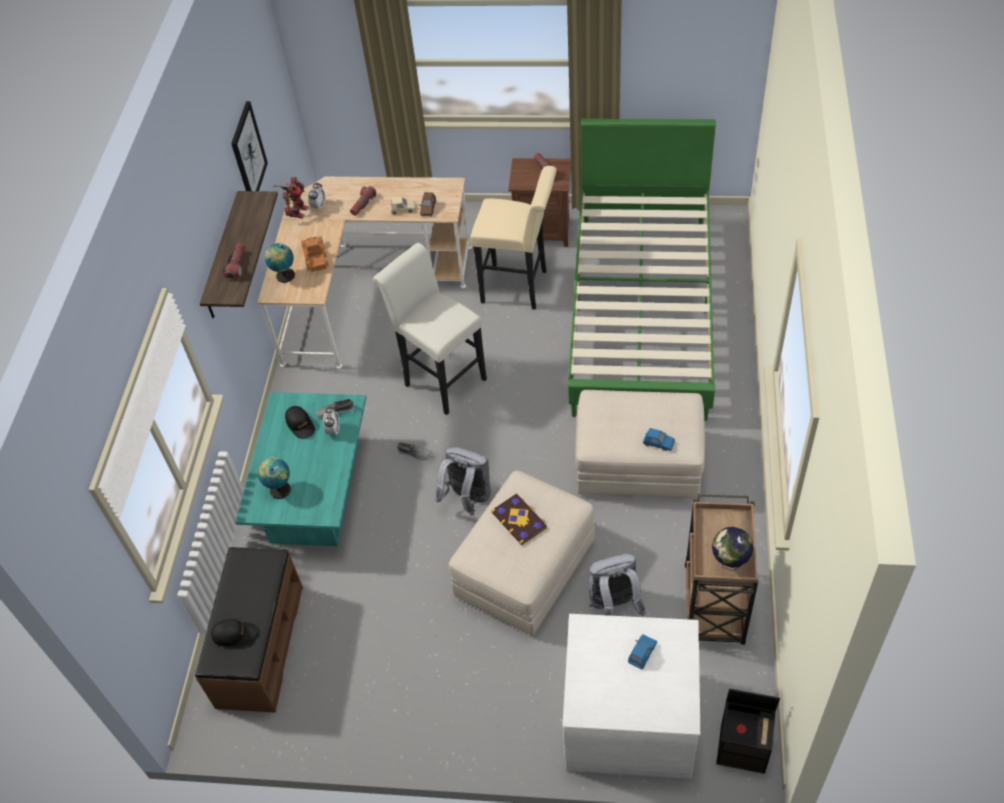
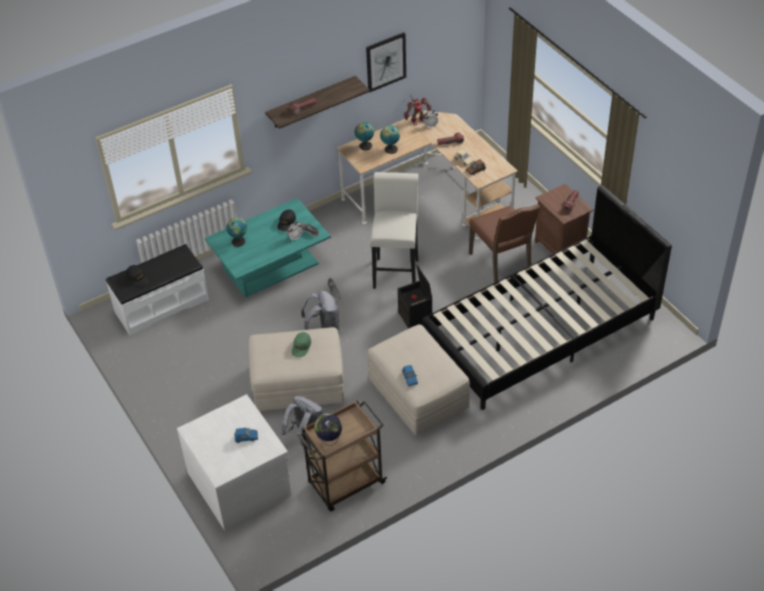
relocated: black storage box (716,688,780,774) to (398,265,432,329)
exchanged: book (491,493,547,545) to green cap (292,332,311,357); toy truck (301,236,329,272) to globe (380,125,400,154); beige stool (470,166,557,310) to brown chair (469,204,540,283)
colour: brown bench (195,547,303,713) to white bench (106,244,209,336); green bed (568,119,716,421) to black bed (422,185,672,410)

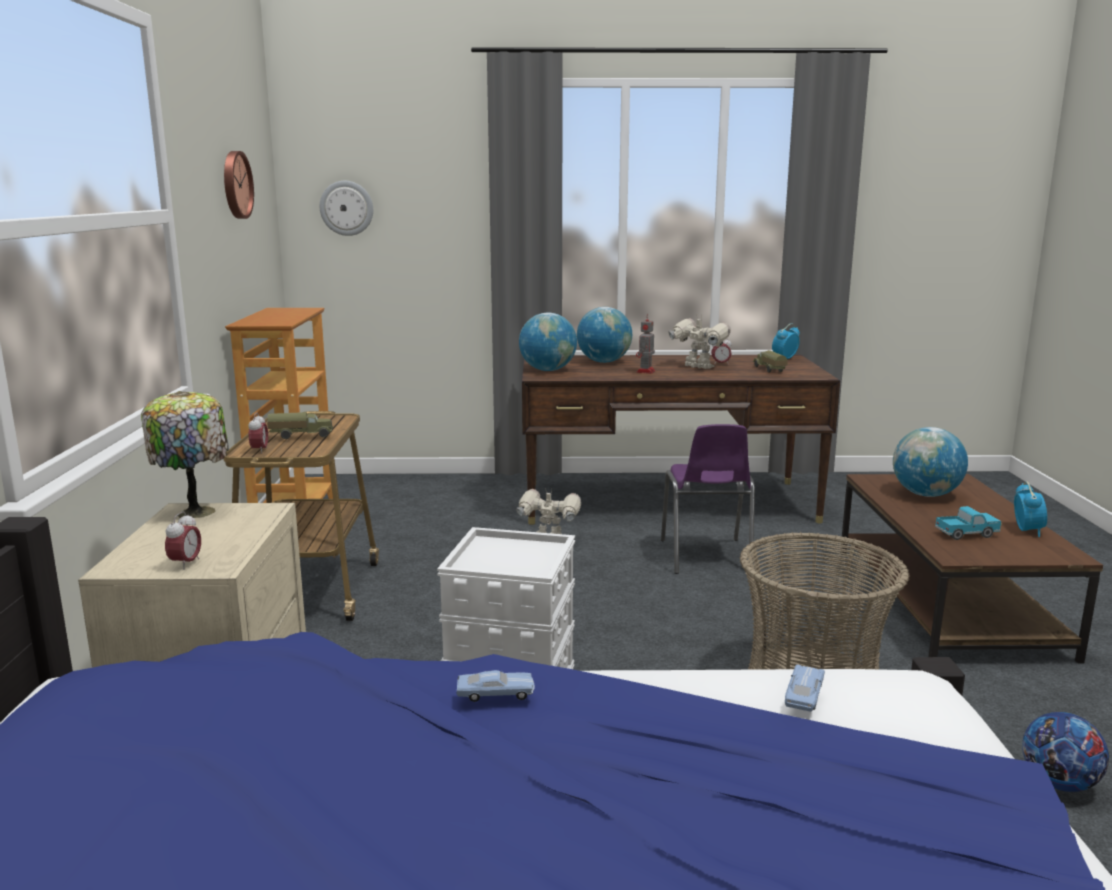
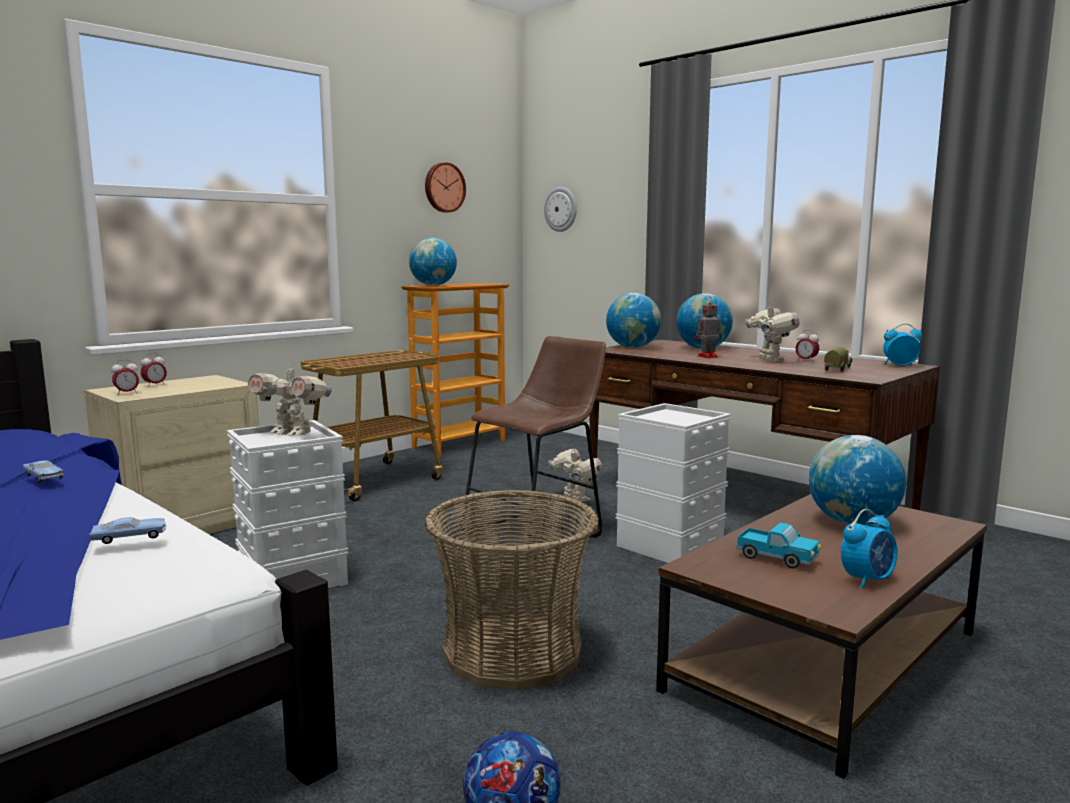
missing: table lamp (141,391,229,518); toy truck (267,412,333,439)
appeared: toy robot (248,361,332,436); globe (409,238,457,286); brown stool (461,336,606,561)
relocated: alarm clock (249,413,268,453) to (140,353,167,387)
exchanged: purple chair (661,424,755,574) to white storage box (616,403,731,563)

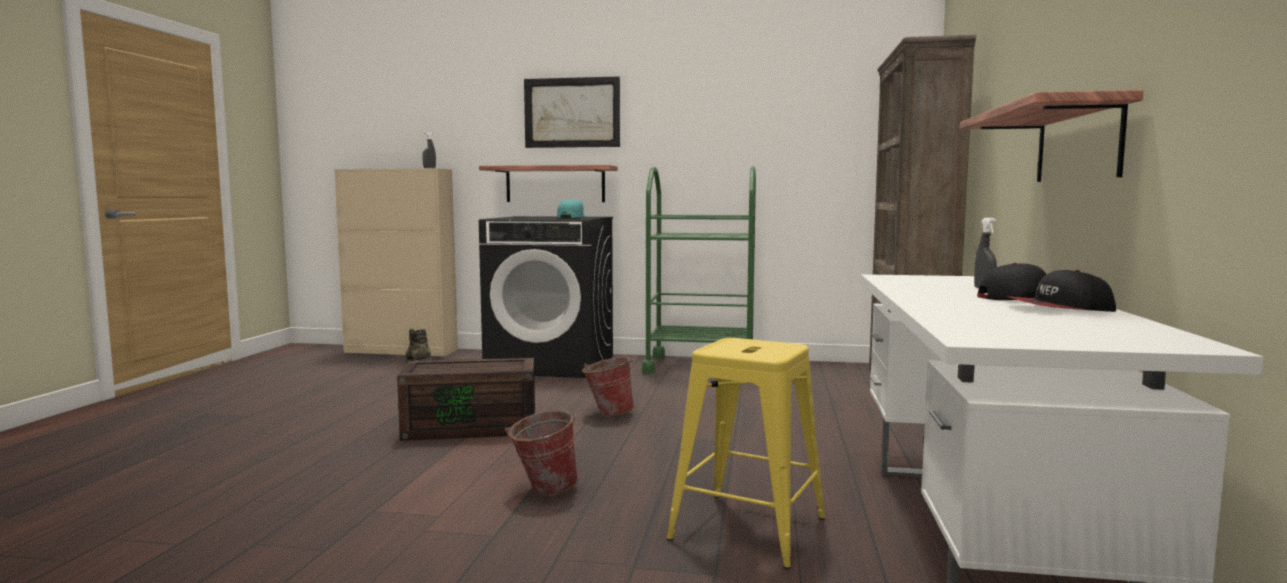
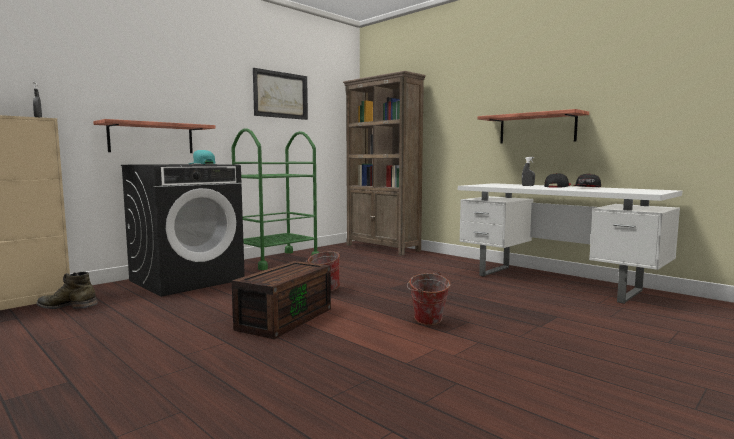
missing: yellow stool (667,338,825,569)
relocated: picture (524,77,620,148) to (253,68,308,120)

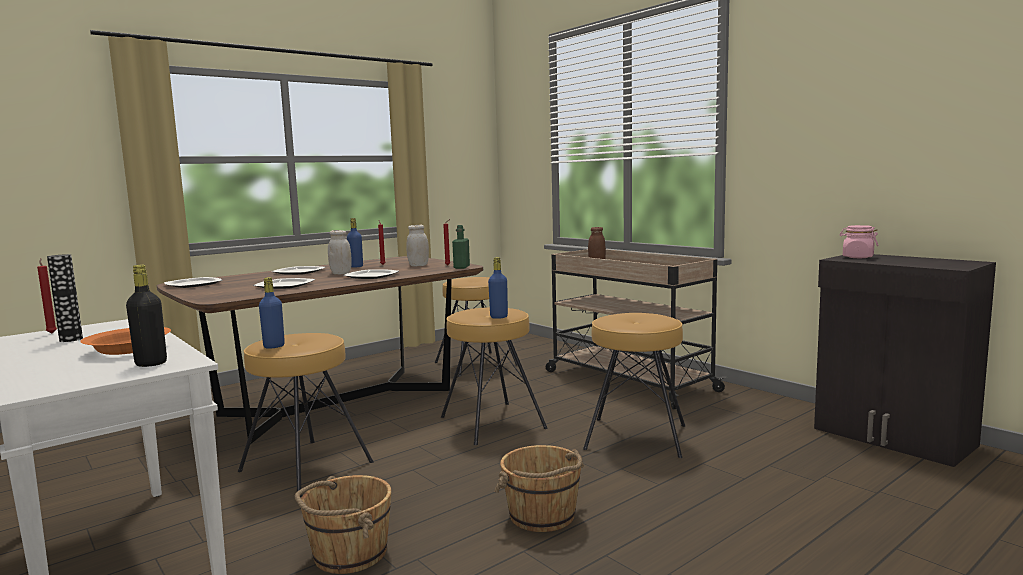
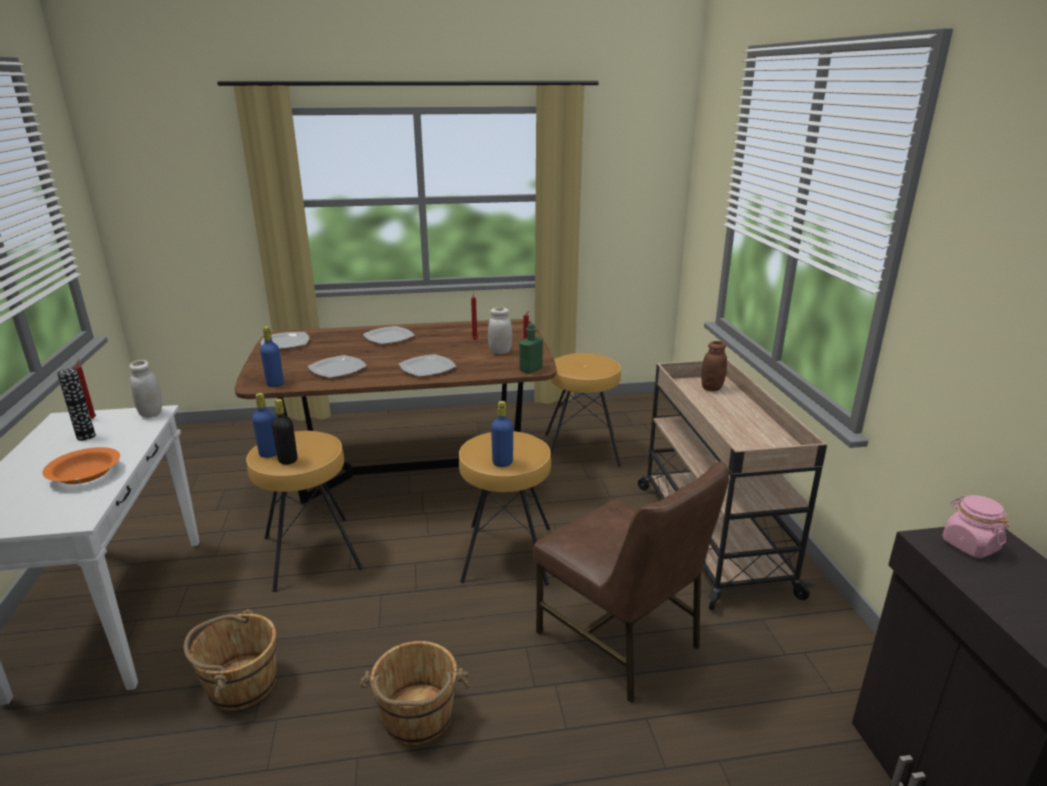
relocated: white jar (328,230,352,275) to (129,360,162,418); blue bottle (347,218,363,267) to (260,326,284,387); black bottle (126,265,167,367) to (272,399,297,465)
exchanged: brown stool (583,313,685,458) to brown chair (533,461,729,703)

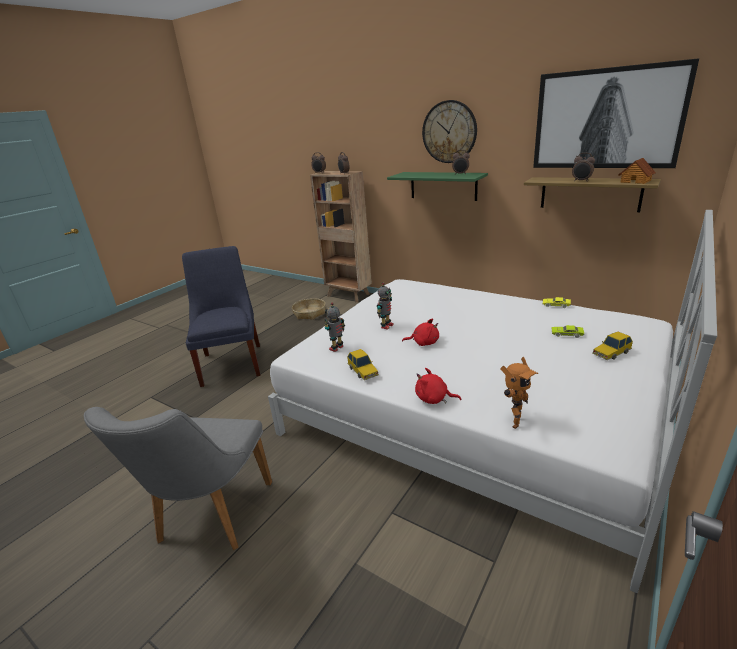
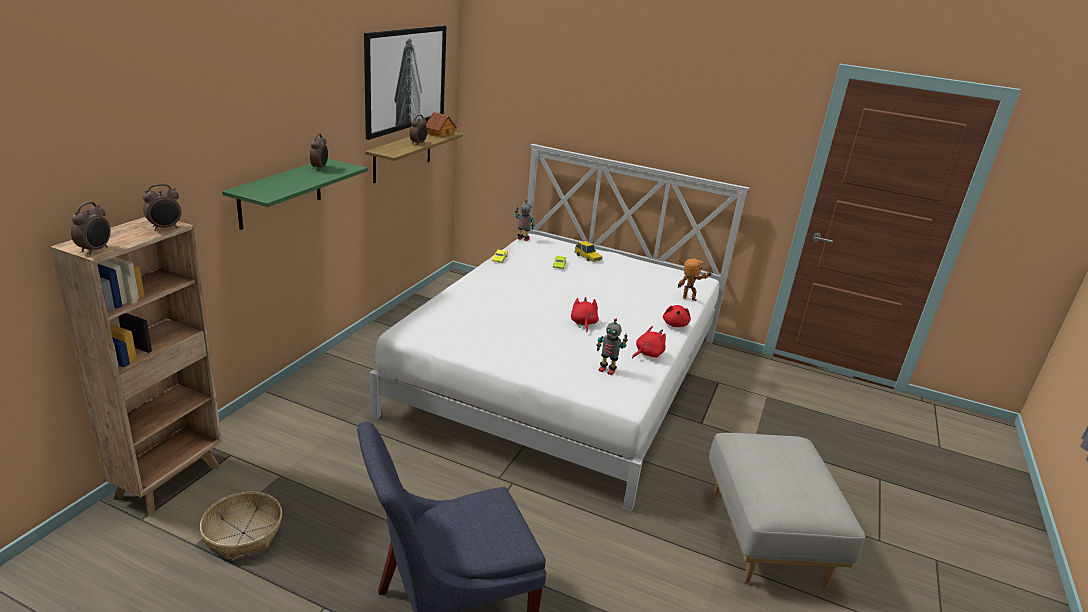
missing: wall clock (422,100,477,163)
relocated: toy robot (377,282,394,330) to (515,200,535,241)
exchanged: toy car (347,349,379,380) to red plush toy (632,326,666,359); grey chair (84,407,272,550) to grey ottoman (709,433,865,587)

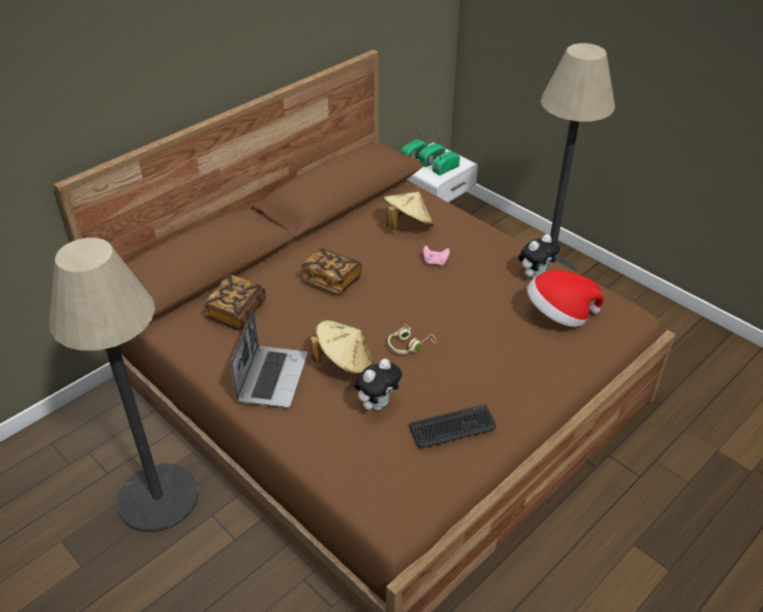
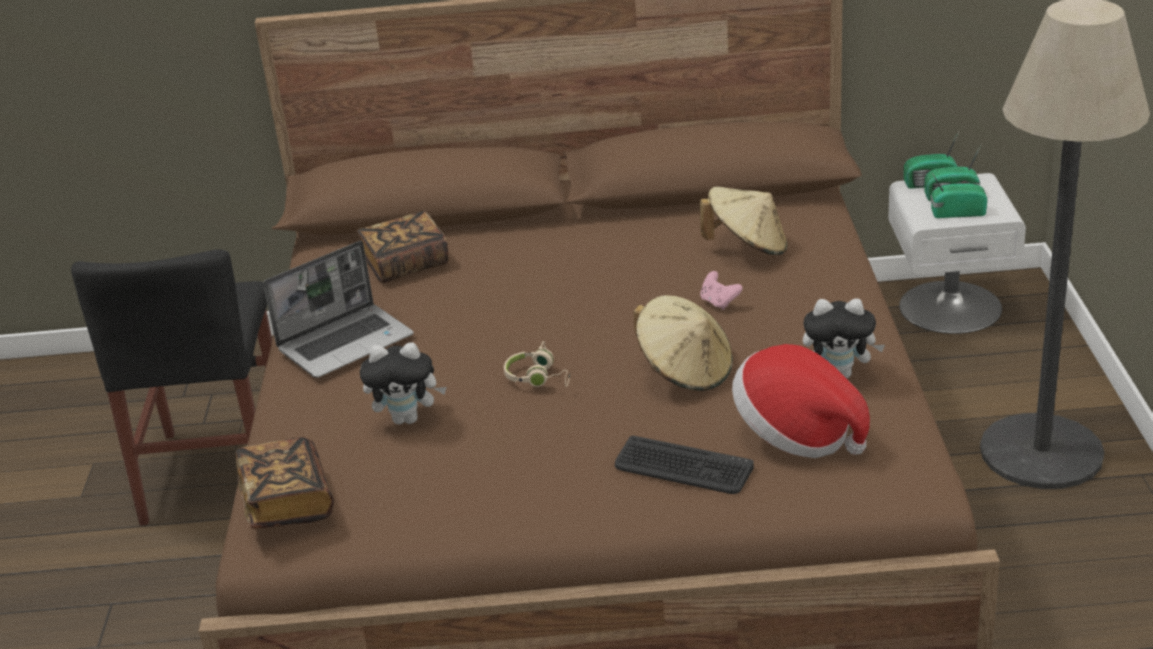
relocated: book (301,248,362,294) to (236,437,334,529); keyboard (410,404,496,448) to (615,436,754,494); beige hat (310,320,373,375) to (633,295,733,391)
exchanged: floor lamp (49,238,199,532) to black chair (71,249,272,526)

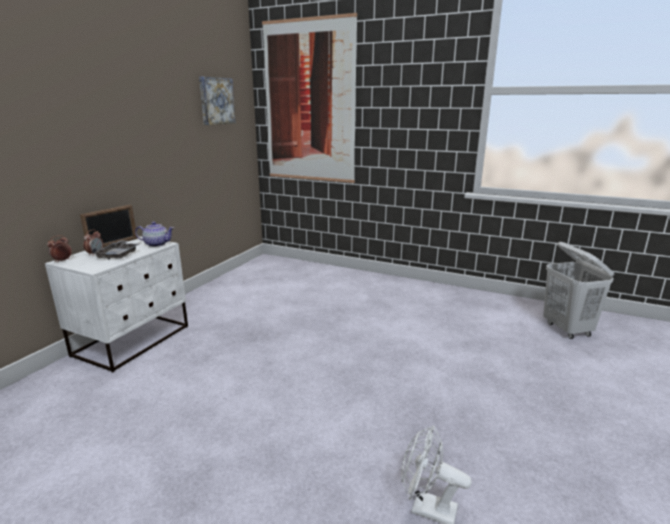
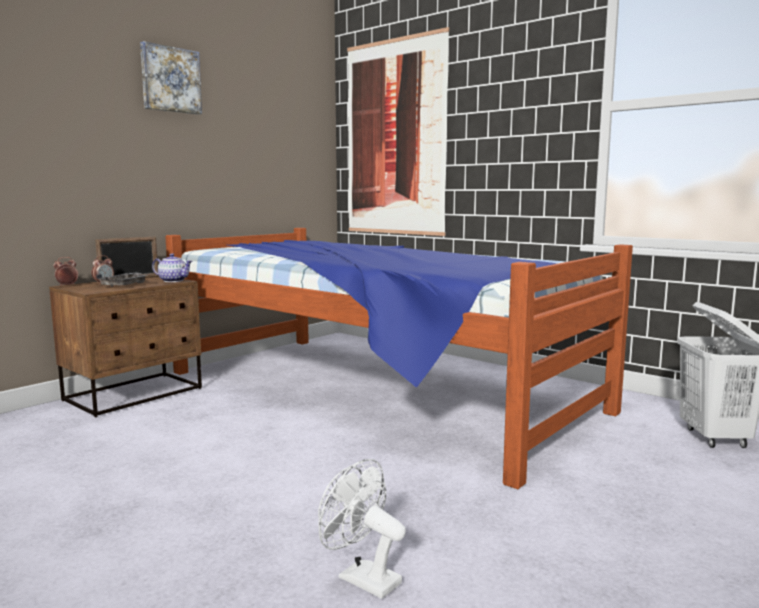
appeared: bed (165,228,633,489)
relocated: picture (199,77,236,125) to (140,41,202,114)
colour: white nightstand (45,236,188,373) to brown nightstand (49,275,202,417)

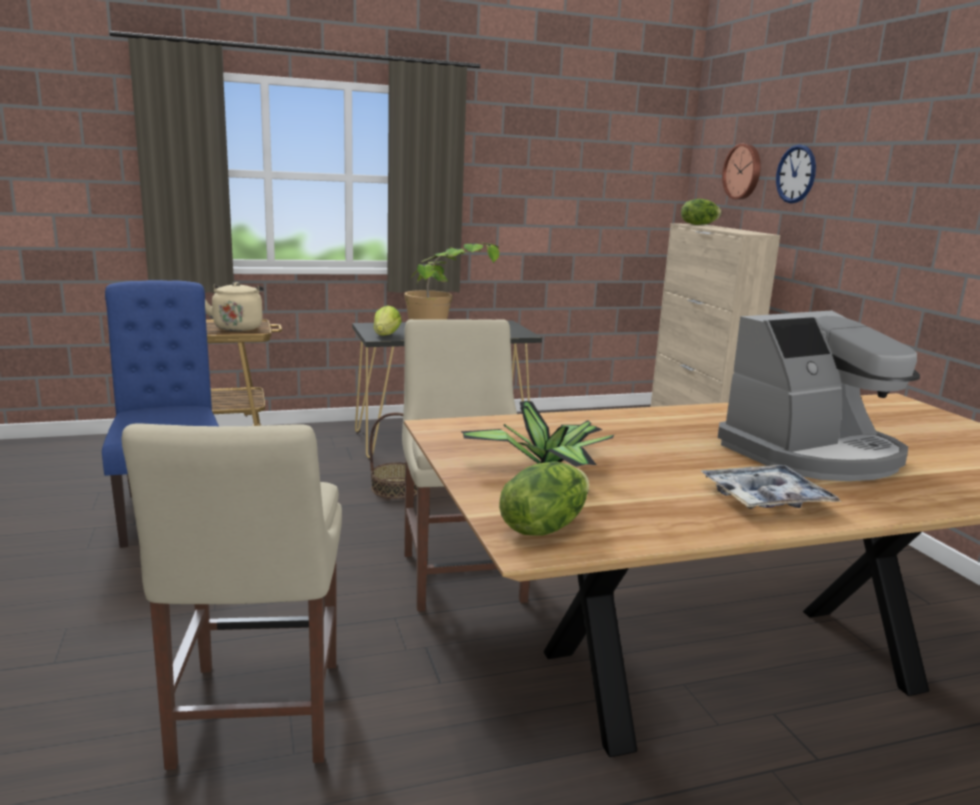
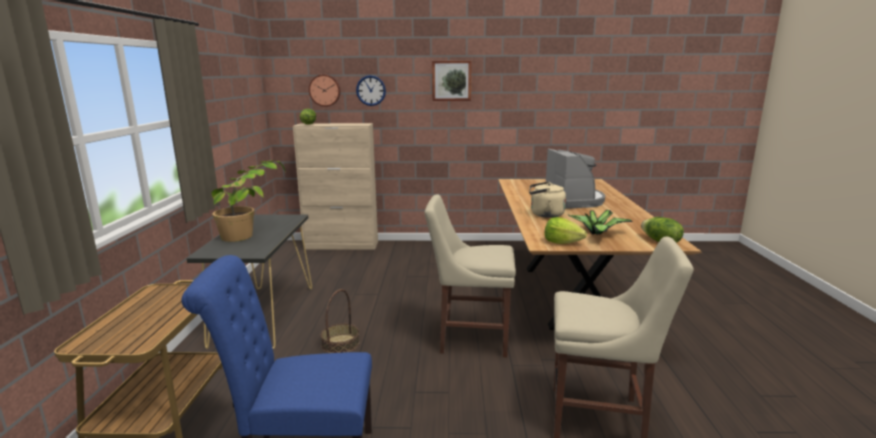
missing: tray (701,465,842,509)
appeared: picture (432,60,472,101)
relocated: beige kettle (205,282,264,331) to (529,182,566,218); lettuce (374,305,402,336) to (544,217,587,244)

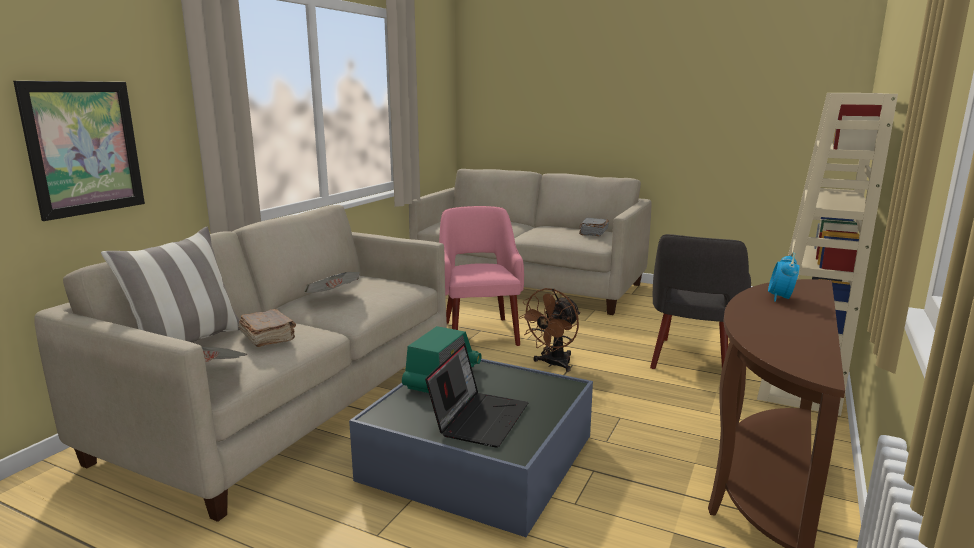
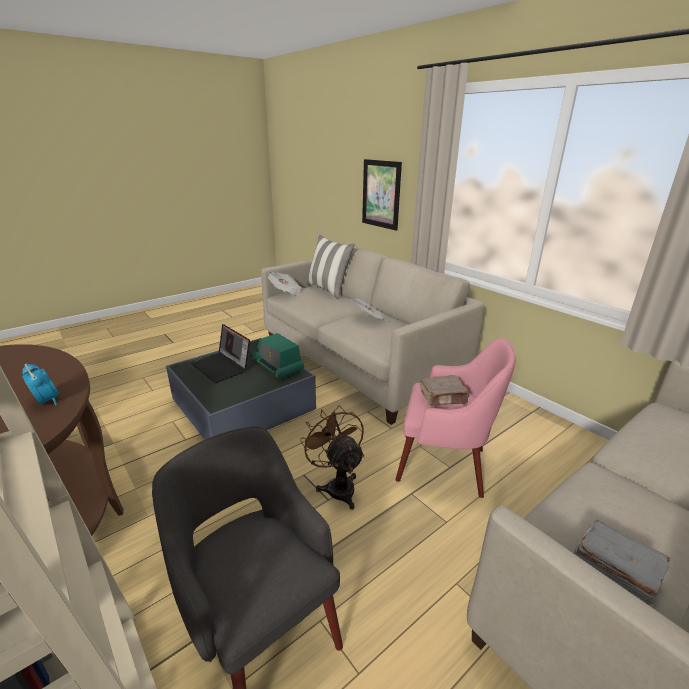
relocated: brown book (238,309,296,347) to (420,375,469,405)

